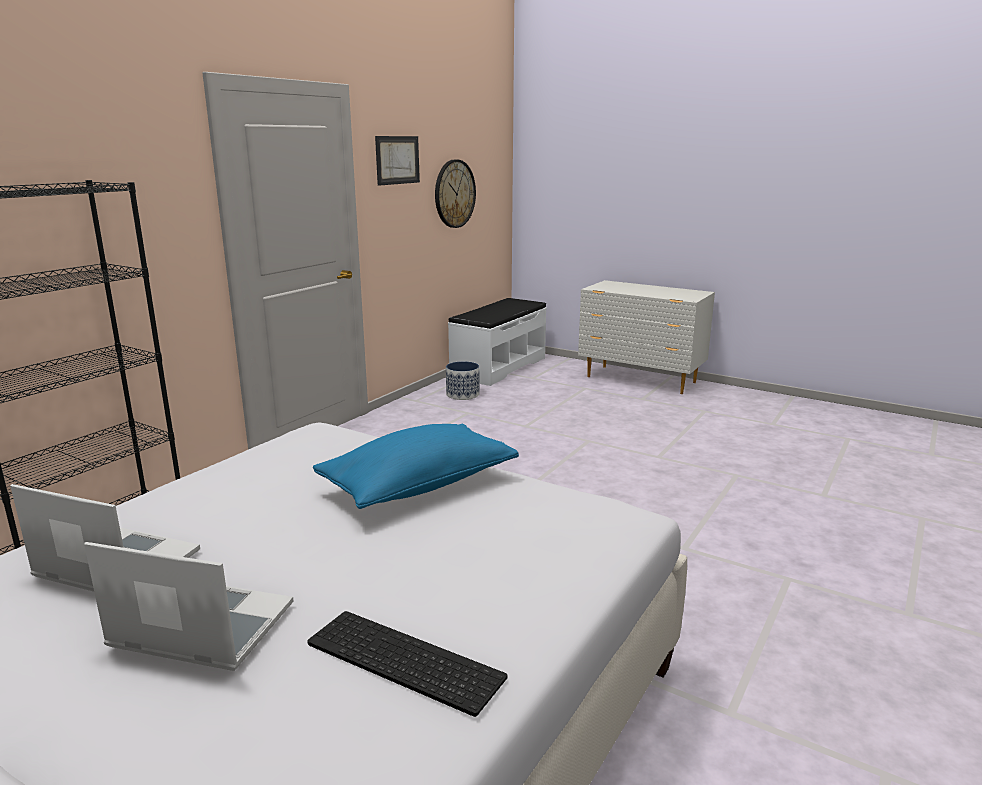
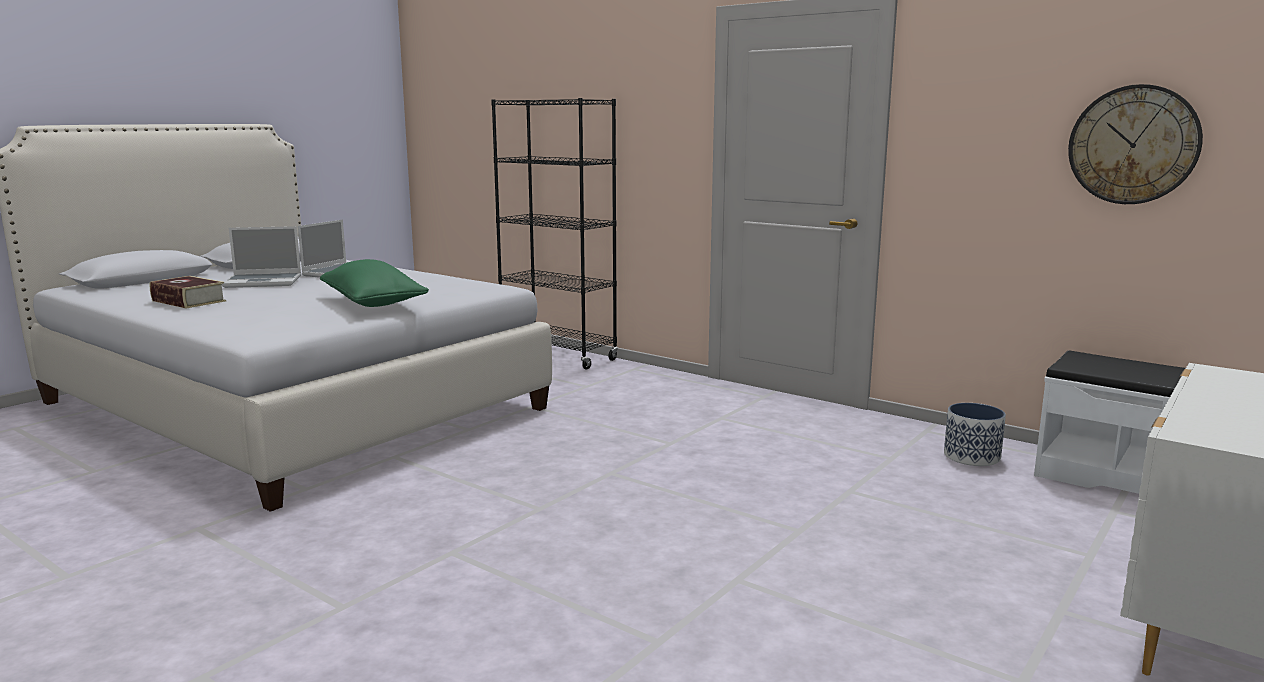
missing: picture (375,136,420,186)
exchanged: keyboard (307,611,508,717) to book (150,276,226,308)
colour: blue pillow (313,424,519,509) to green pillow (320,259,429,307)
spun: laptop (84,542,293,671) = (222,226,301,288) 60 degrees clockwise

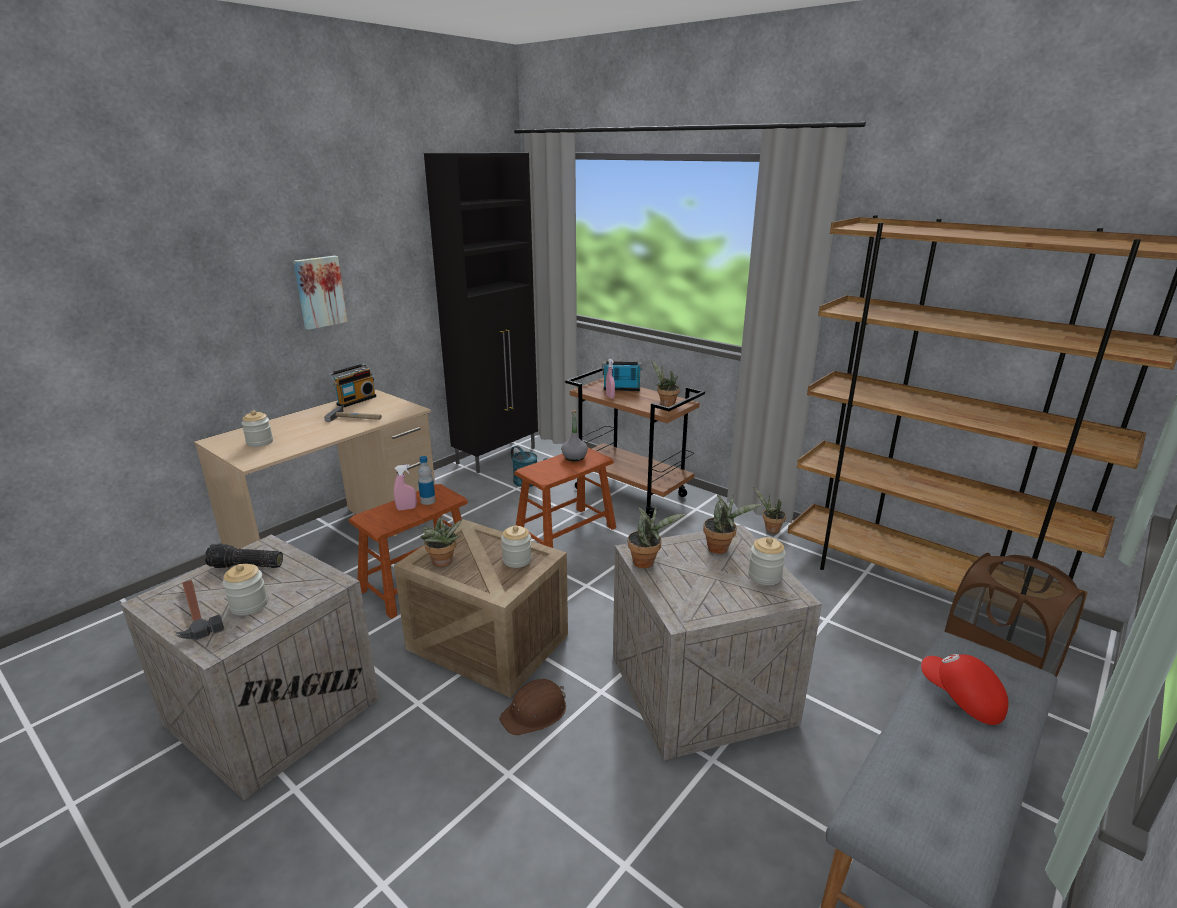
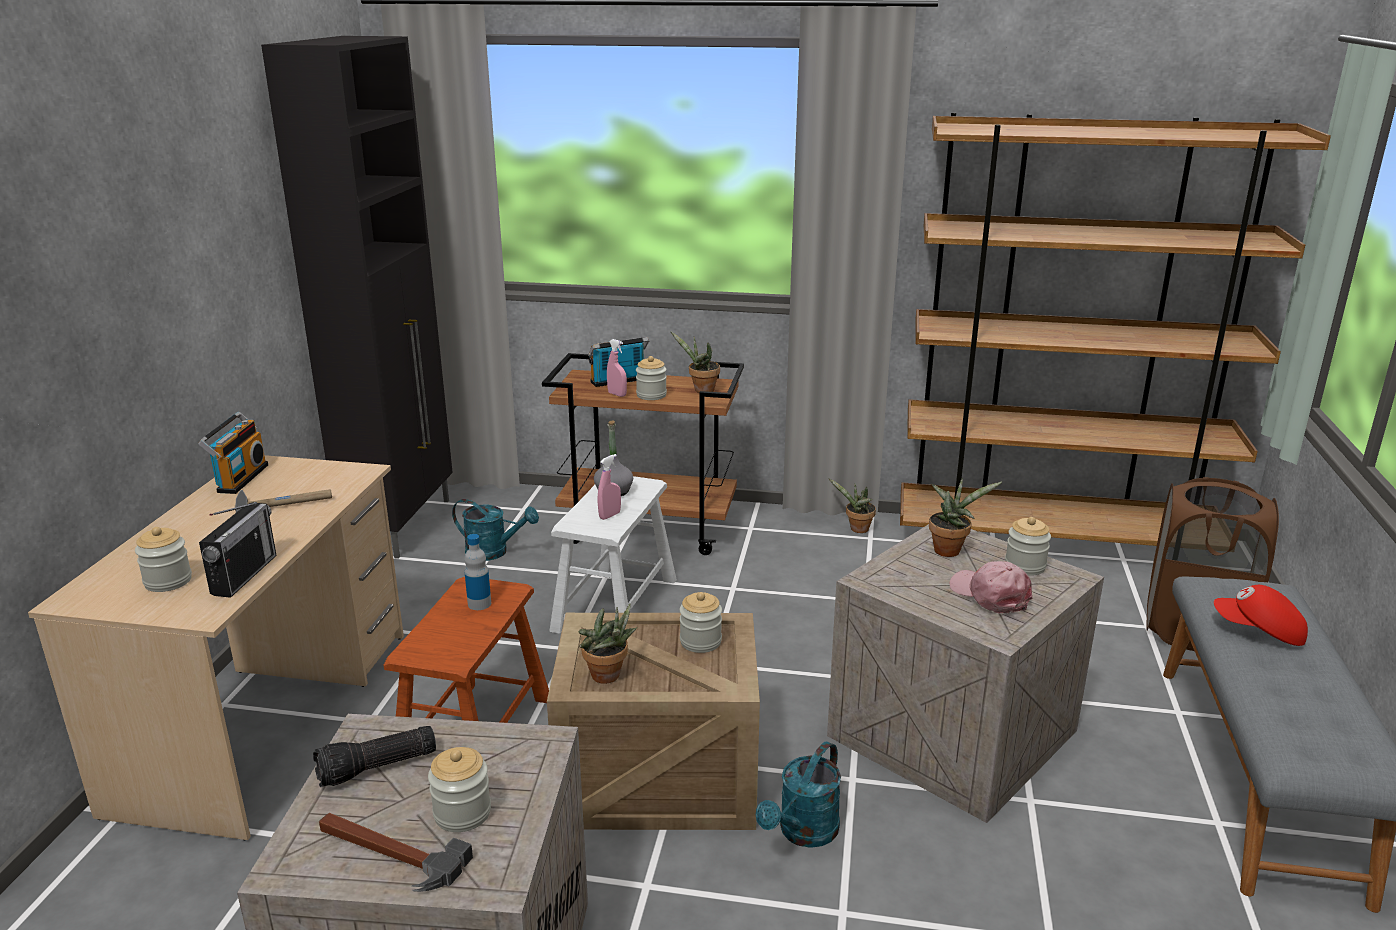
missing: picture (293,256,348,330); potted plant (628,506,685,568)
appeared: radio (199,502,277,598); jar (636,356,667,400); pink cap (949,561,1032,613)
relocated: pink spray bottle (394,464,417,510) to (598,454,621,520)
exchanged: brown hard hat (499,679,566,736) to turquoise watering can (756,742,841,848)
colour: brown stool (514,448,616,548) to white stool (549,476,677,634)

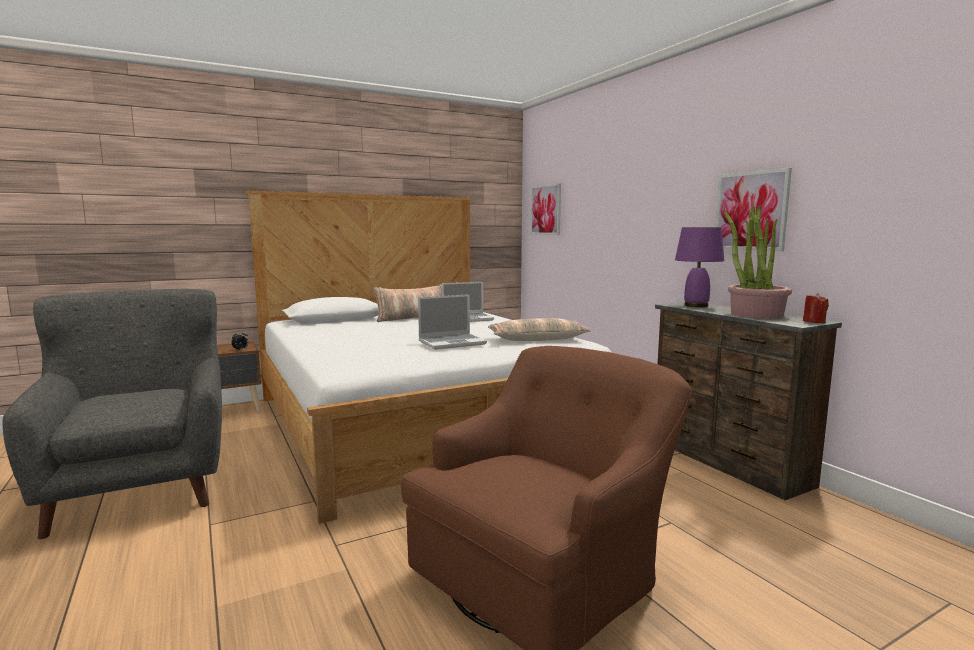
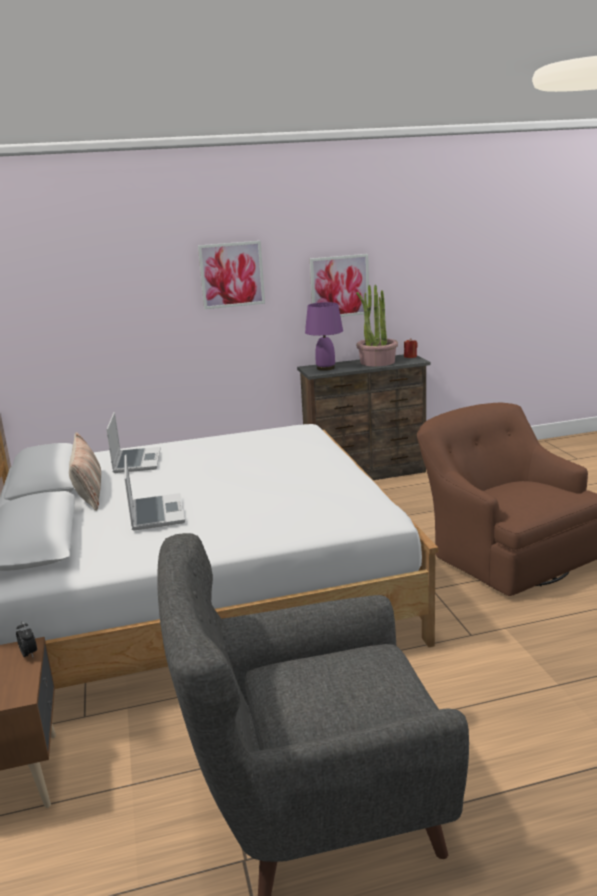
missing: pillow (488,318,591,341)
relocated: laptop (418,294,487,350) to (124,455,185,530); picture (530,183,561,235) to (198,241,265,309)

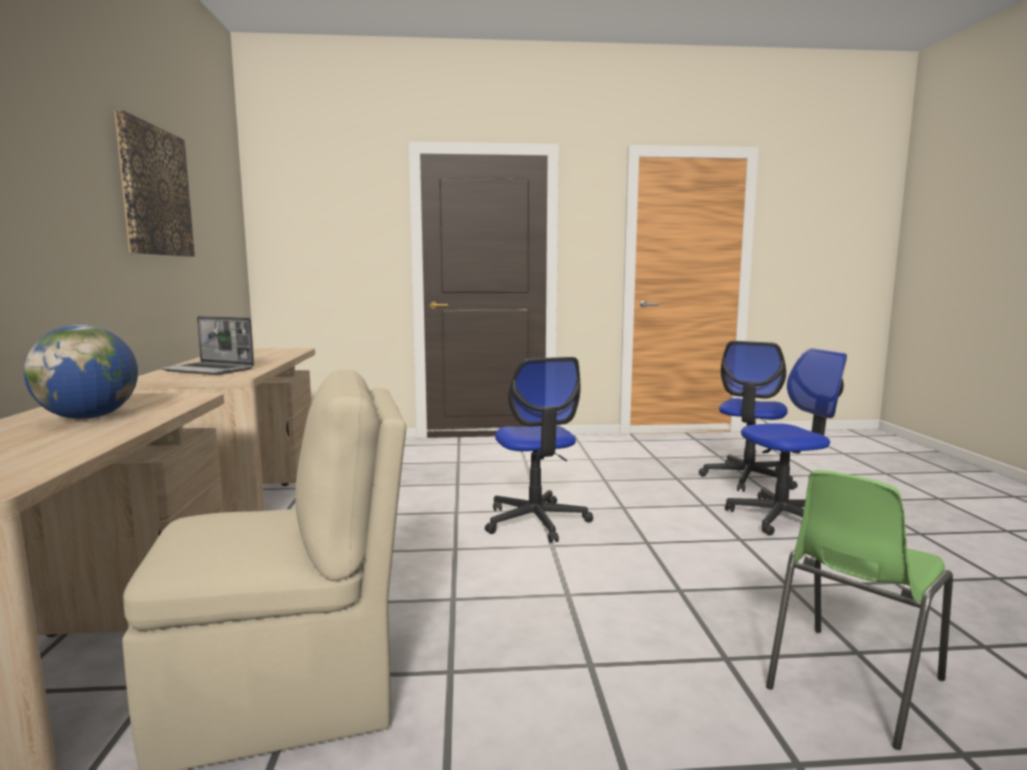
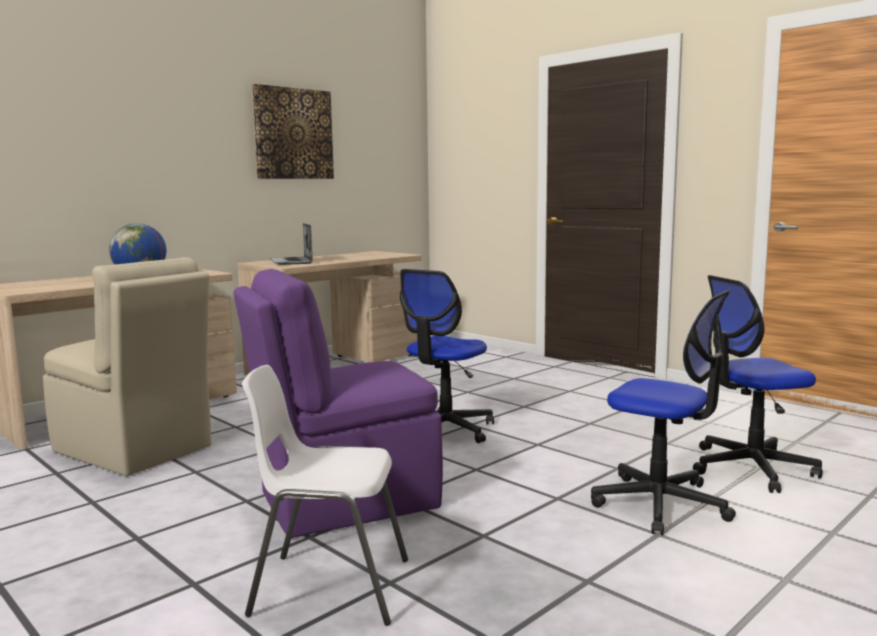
appeared: purple chair (233,269,443,538)
colour: green chair (766,470,953,750) to white chair (242,365,408,626)

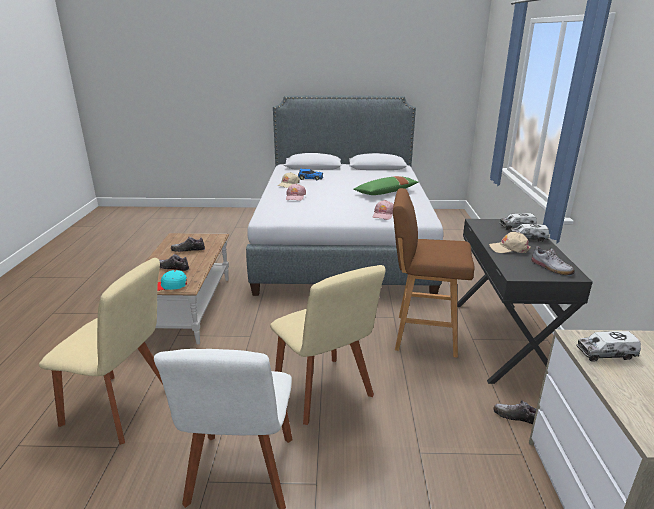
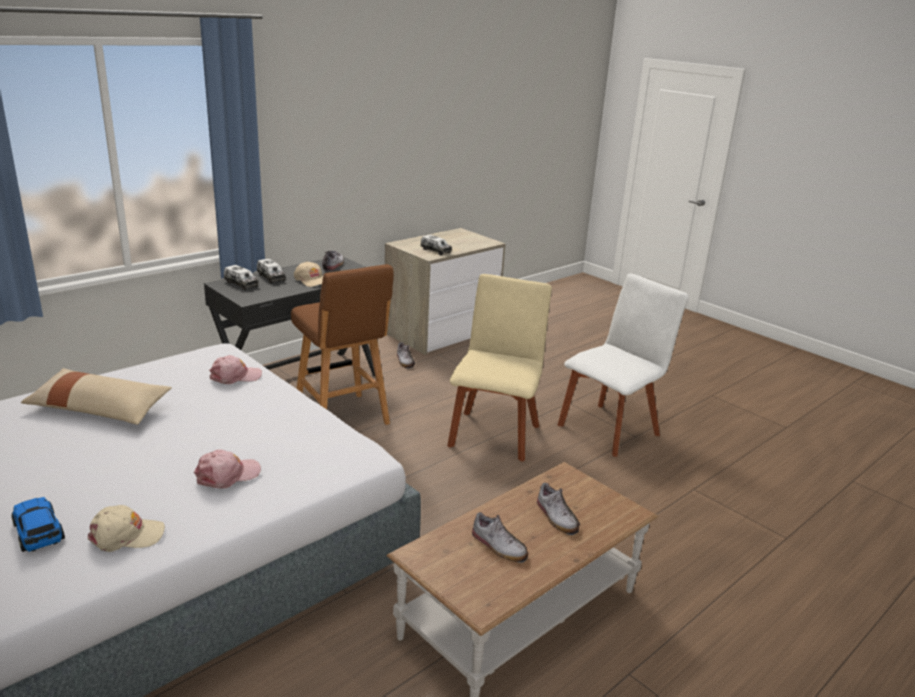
missing: beige chair (39,258,163,445); turquoise cap (157,270,187,291)
colour: green pillow (353,176,419,195) to beige pillow (21,368,172,425)

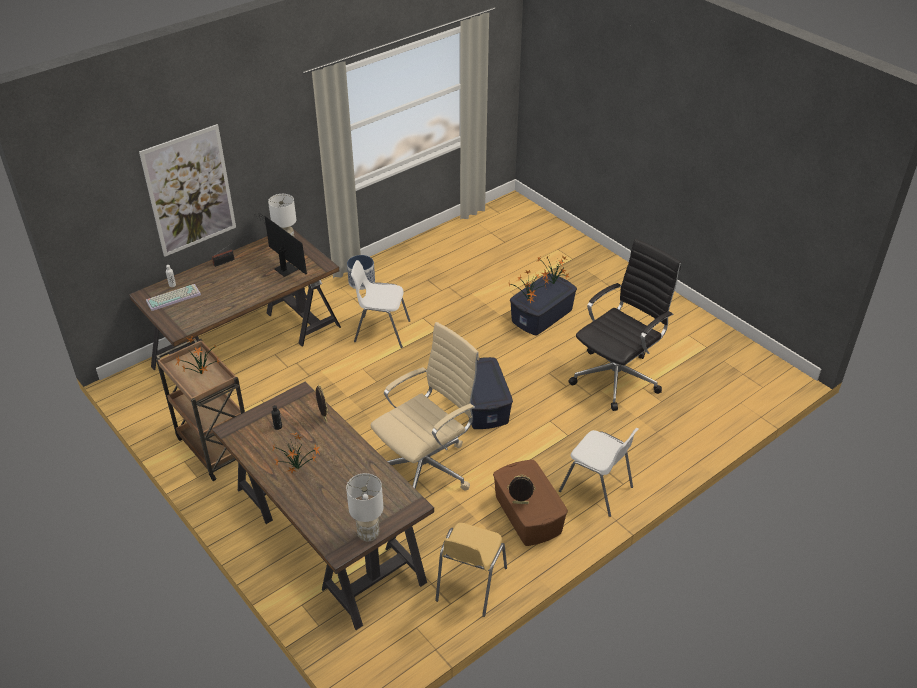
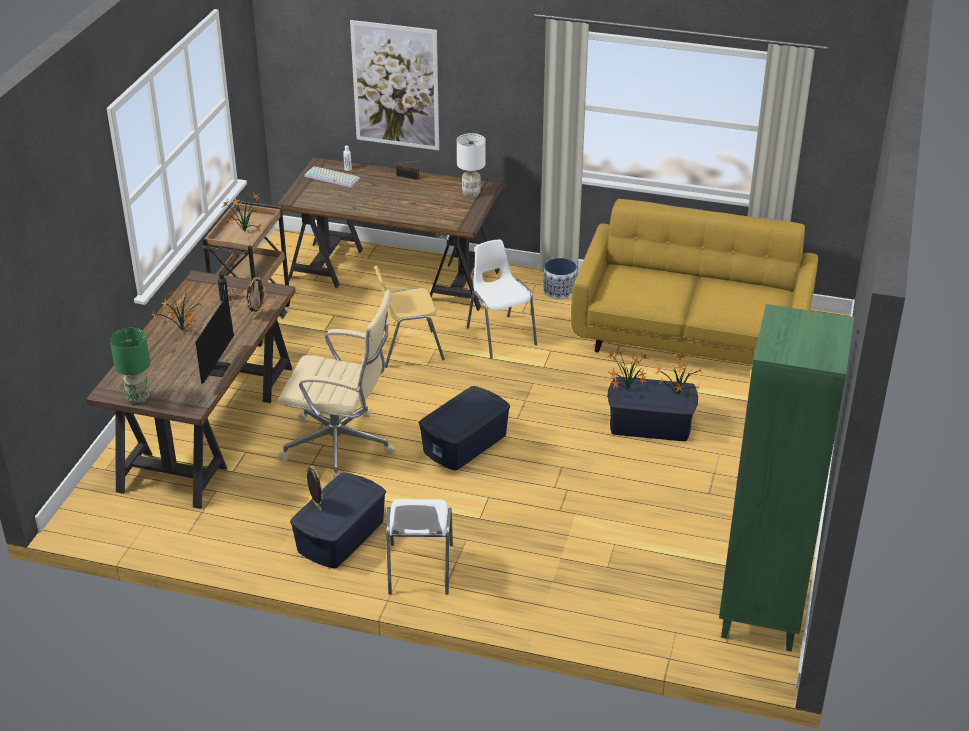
missing: black office chair (568,239,681,411)
appeared: yellow sofa (571,199,818,364); green bookcase (719,304,854,652)
relocated: monitor (254,213,307,277) to (196,288,238,384); yellow chair (435,523,507,617) to (374,266,445,368)
colour: white table lamp (346,473,384,542) to green table lamp (110,328,150,404); brown storage box (493,460,568,546) to blue storage box (290,472,386,569)

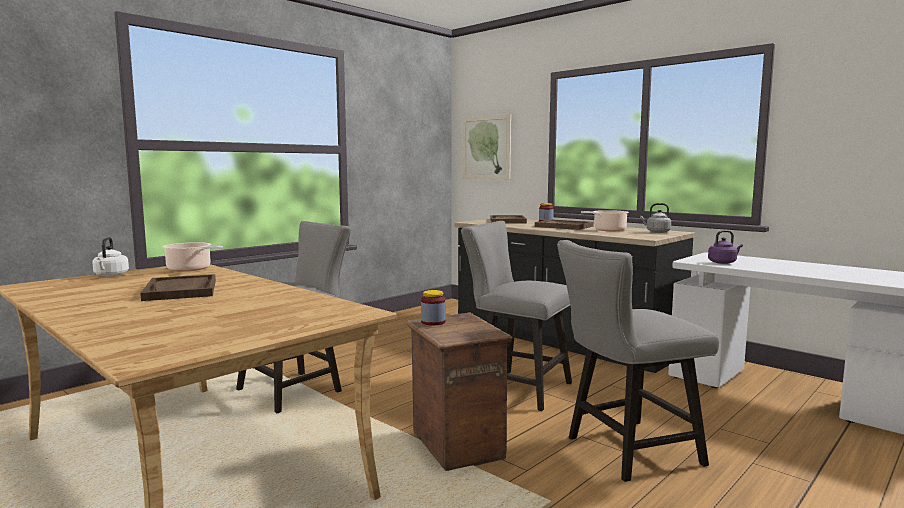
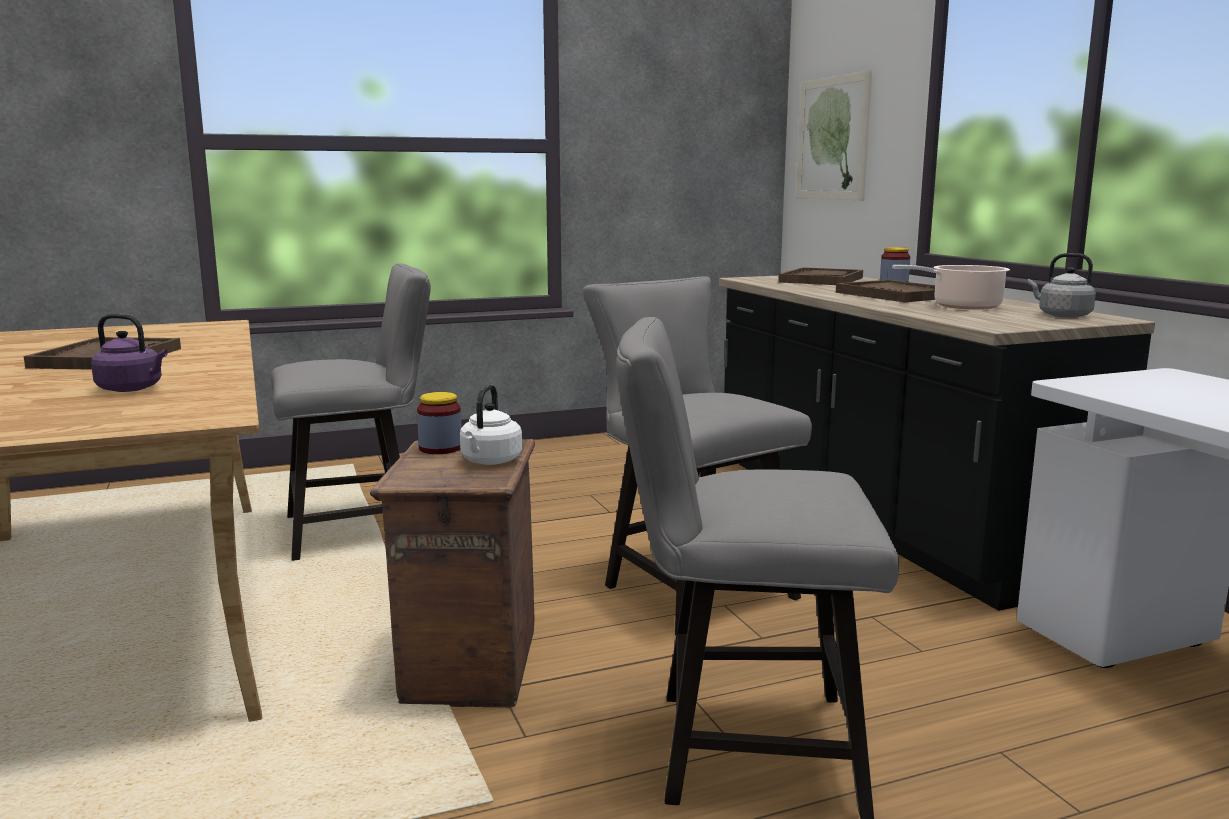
missing: cooking pot (163,242,223,272)
relocated: purple kettle (708,230,743,264) to (91,314,168,392); white kettle (92,237,129,277) to (460,384,522,465)

